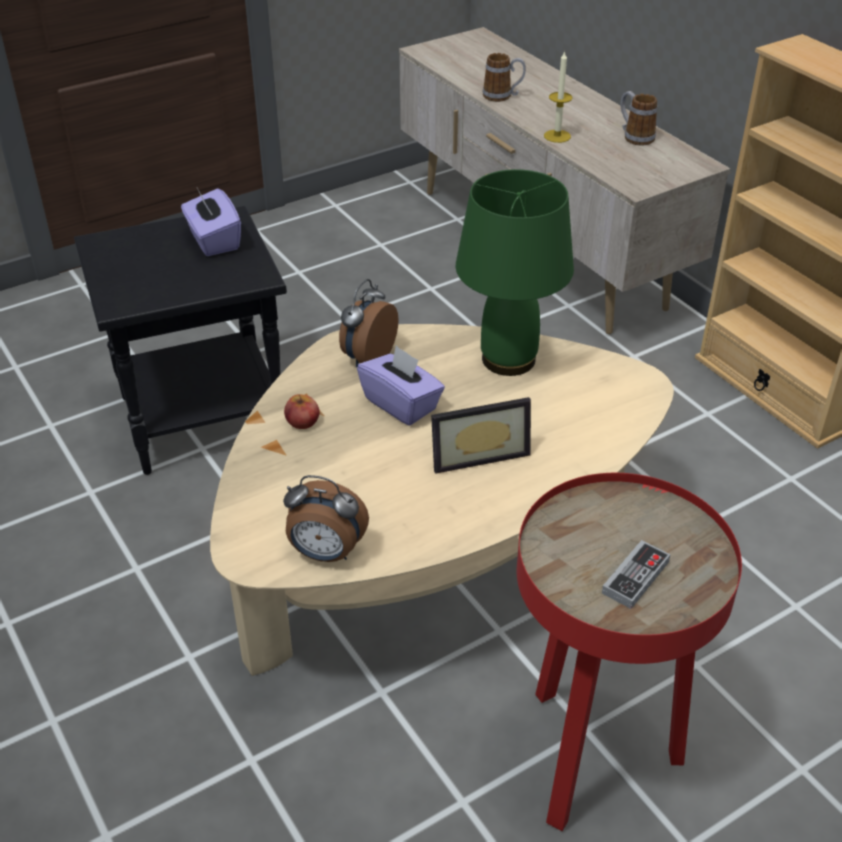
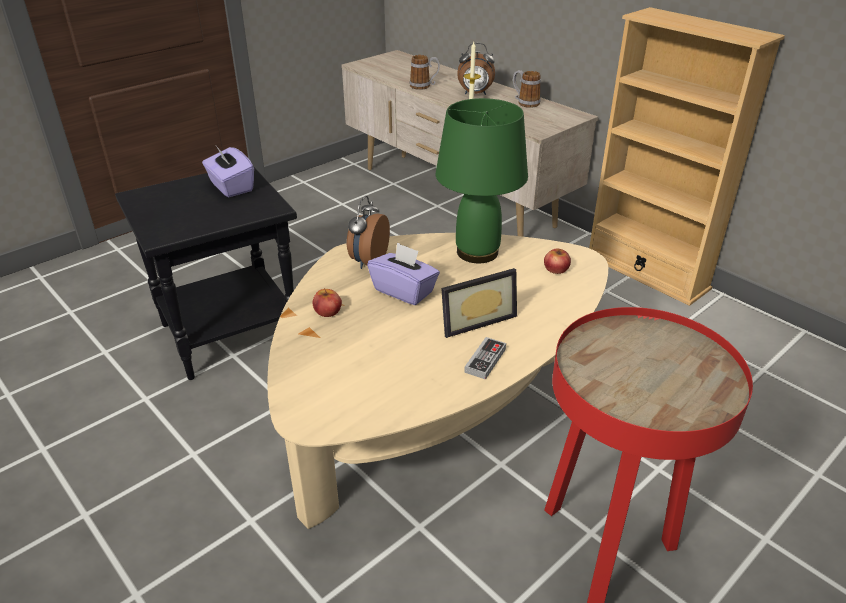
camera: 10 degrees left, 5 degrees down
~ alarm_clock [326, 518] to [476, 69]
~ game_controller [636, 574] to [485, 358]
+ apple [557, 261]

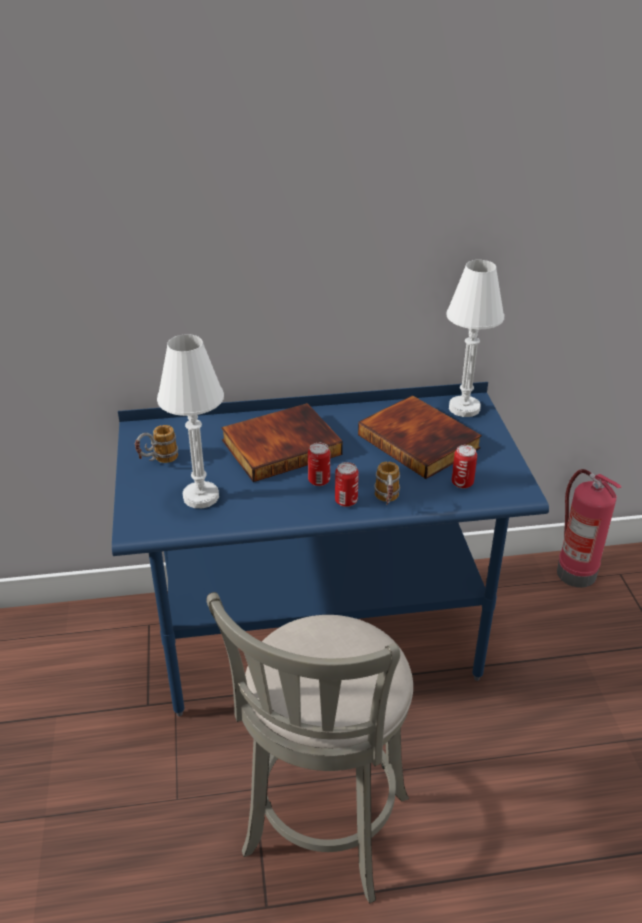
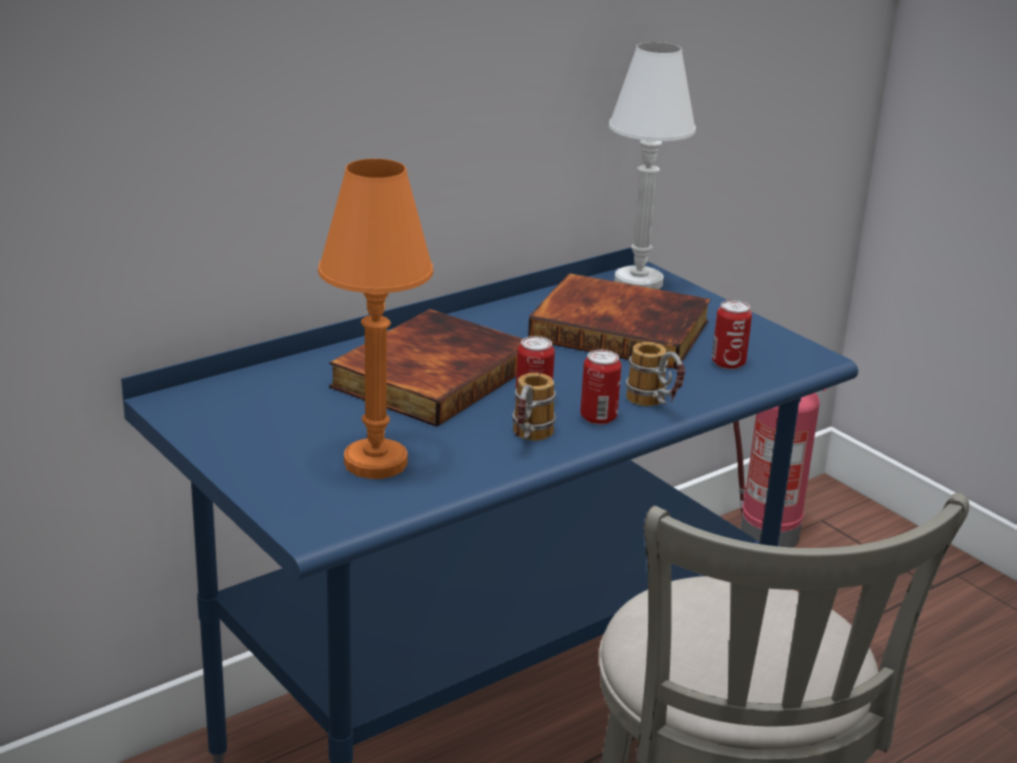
camera: 30 degrees left, 10 degrees down
~ white_table_lamp [190, 421] to orange_table_lamp [375, 319]
~ mug [156, 444] to [534, 407]

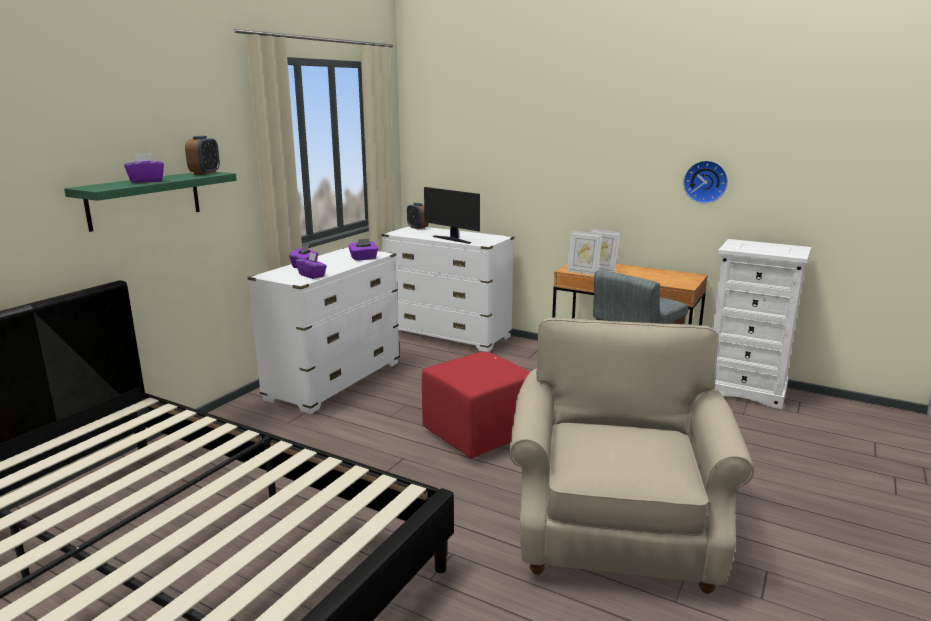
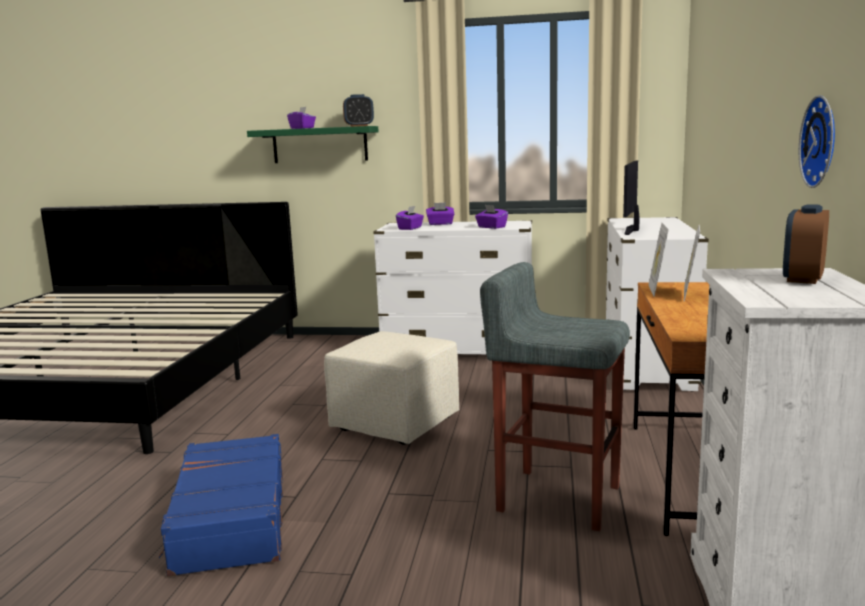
camera: 70 degrees right, 5 degrees down
~ alarm_clock [418, 216] to [806, 244]
~ beige_armchair [631, 455] to blue_suitcase [221, 505]
~ red_ottoman [476, 405] to beige_ottoman [391, 388]

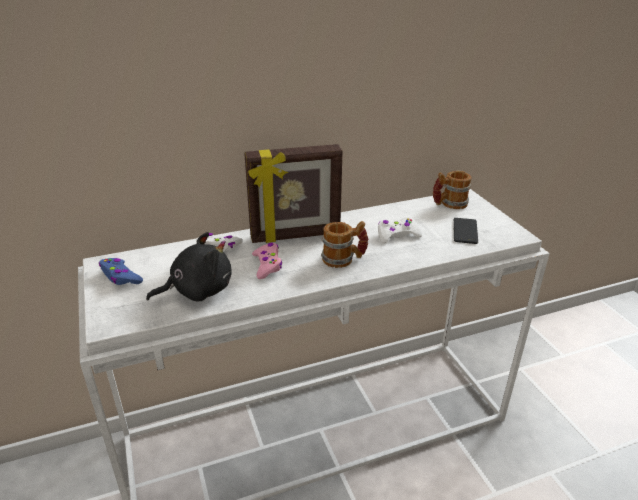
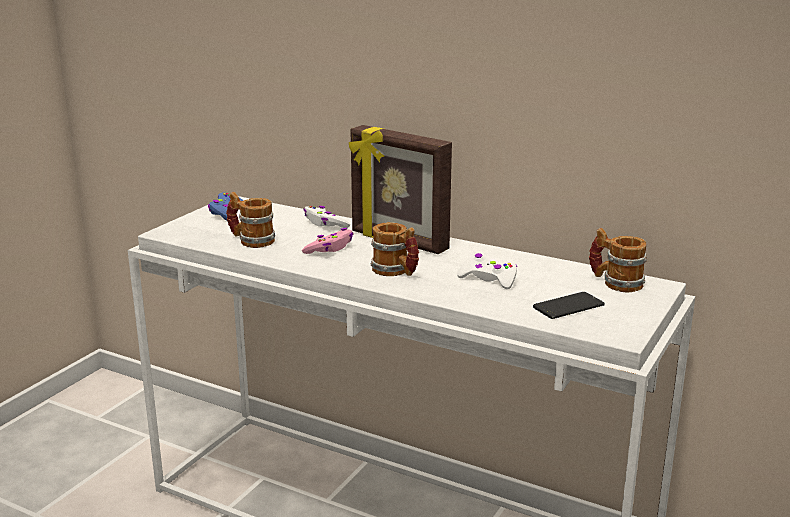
camera: 50 degrees right, 10 degrees down
~ black_plush_toy [189, 267] to mug [250, 220]

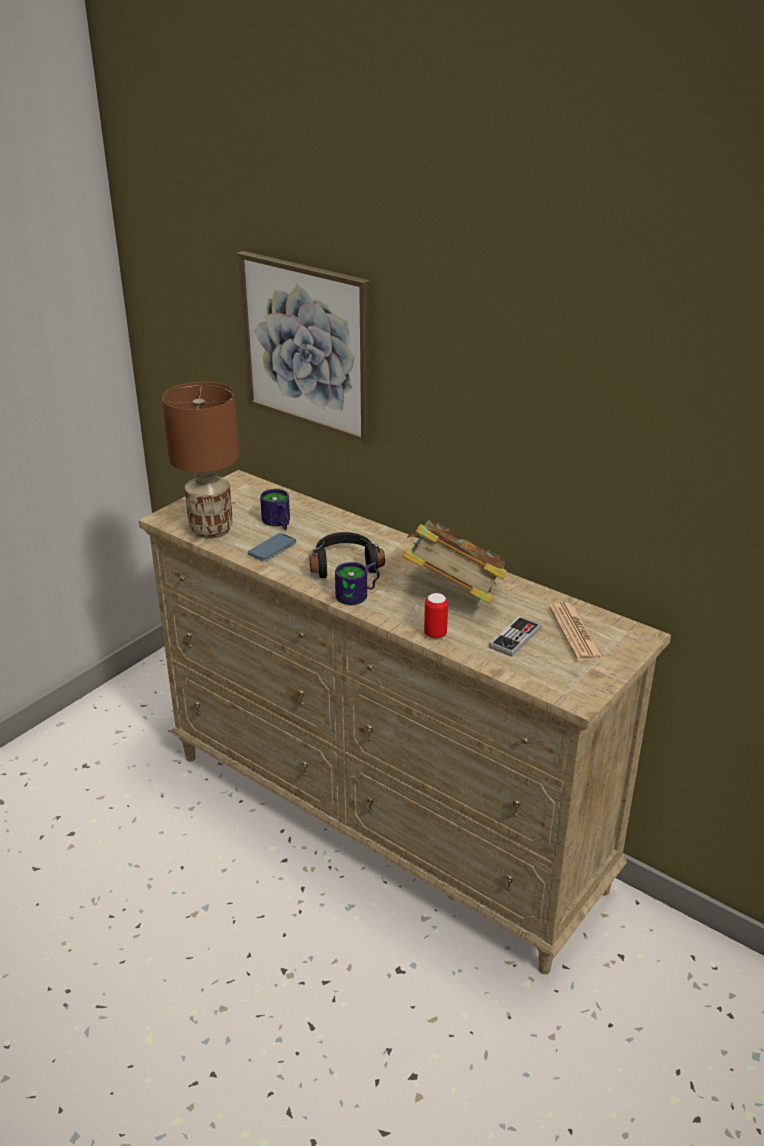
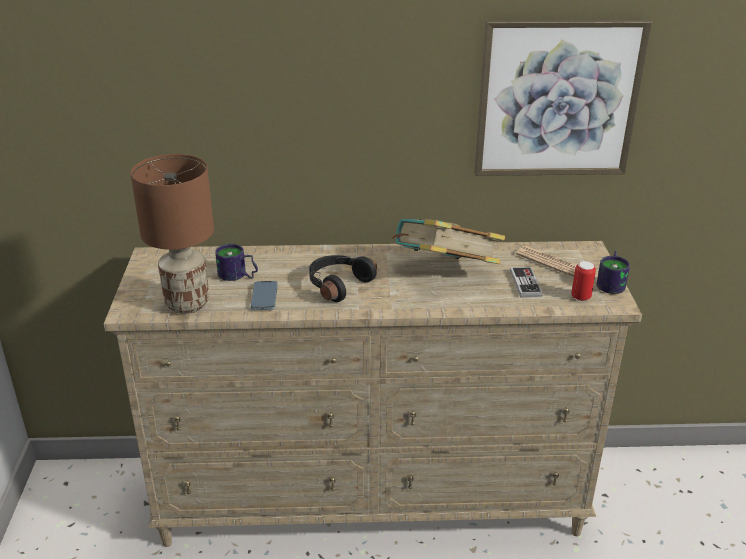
camera: 40 degrees left, 0 degrees up
~ picture [304, 348] to [563, 97]
~ mug [357, 583] to [613, 272]
~ can [436, 616] to [583, 281]

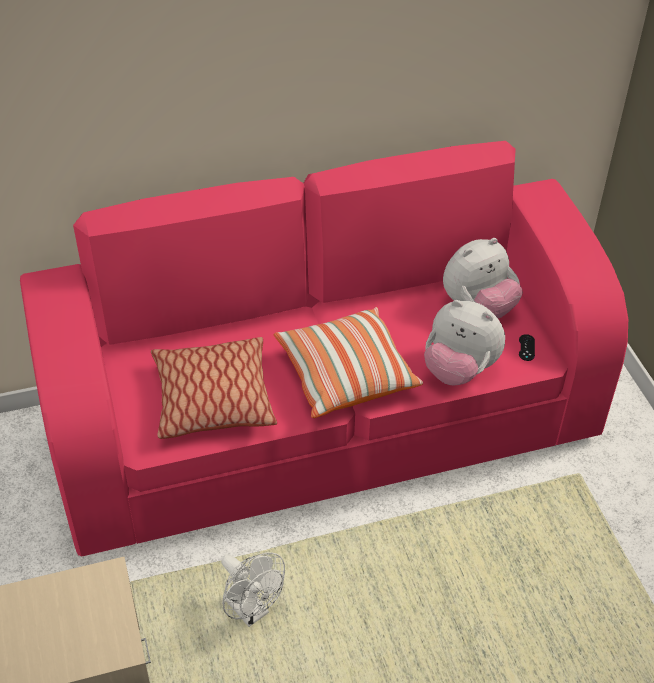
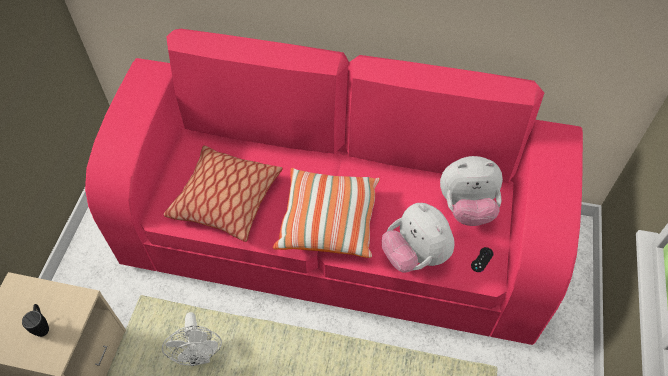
camera: 30 degrees right, 10 degrees up
+ black_mug [35, 320]

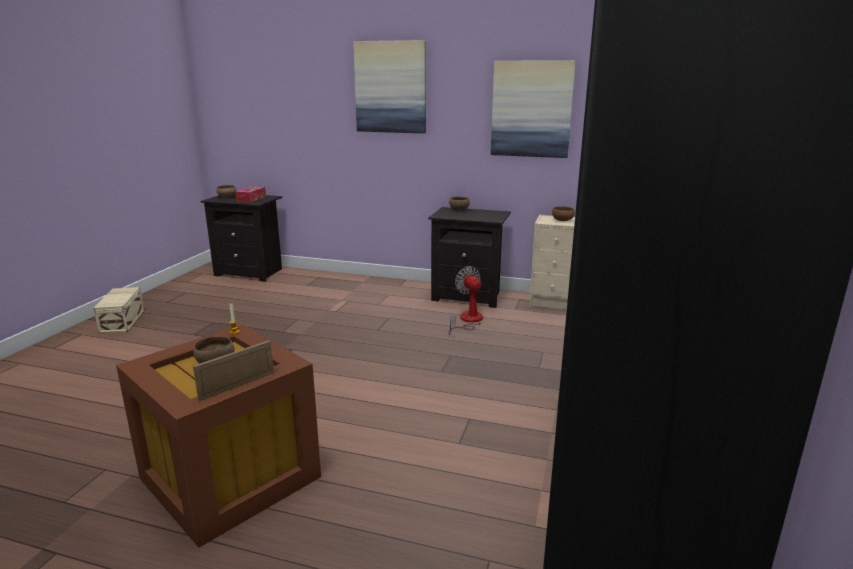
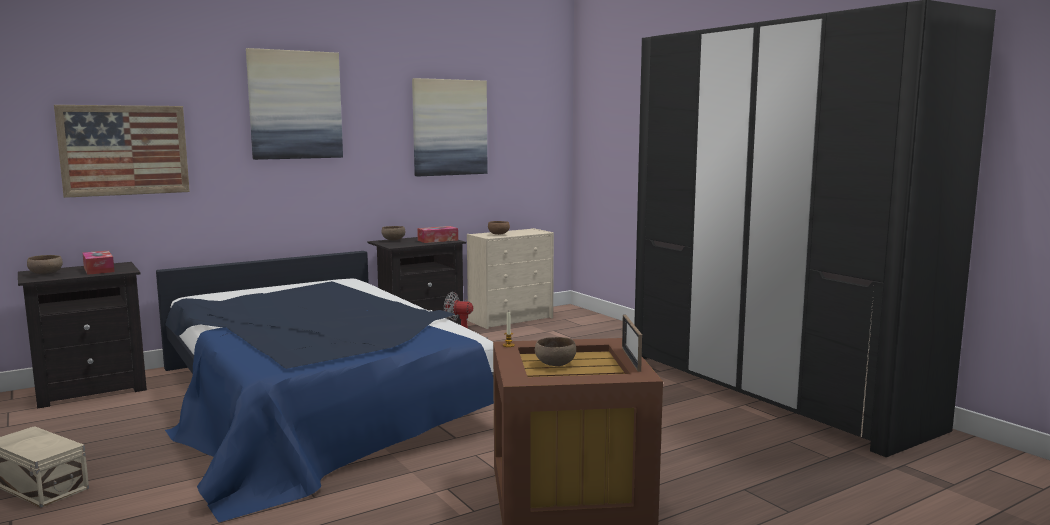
camera: 50 degrees left, 10 degrees down
+ picture [122, 151]
+ tissue_box [437, 234]
+ bed [325, 386]

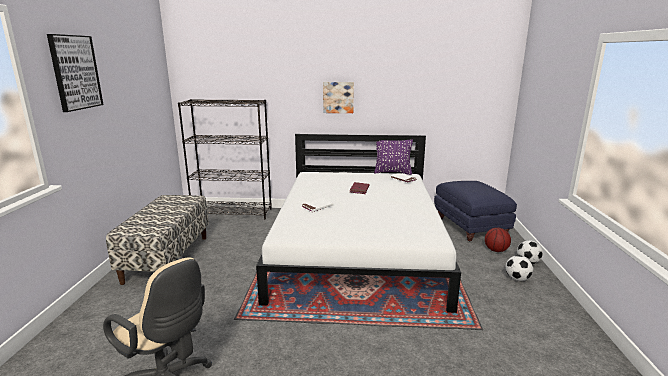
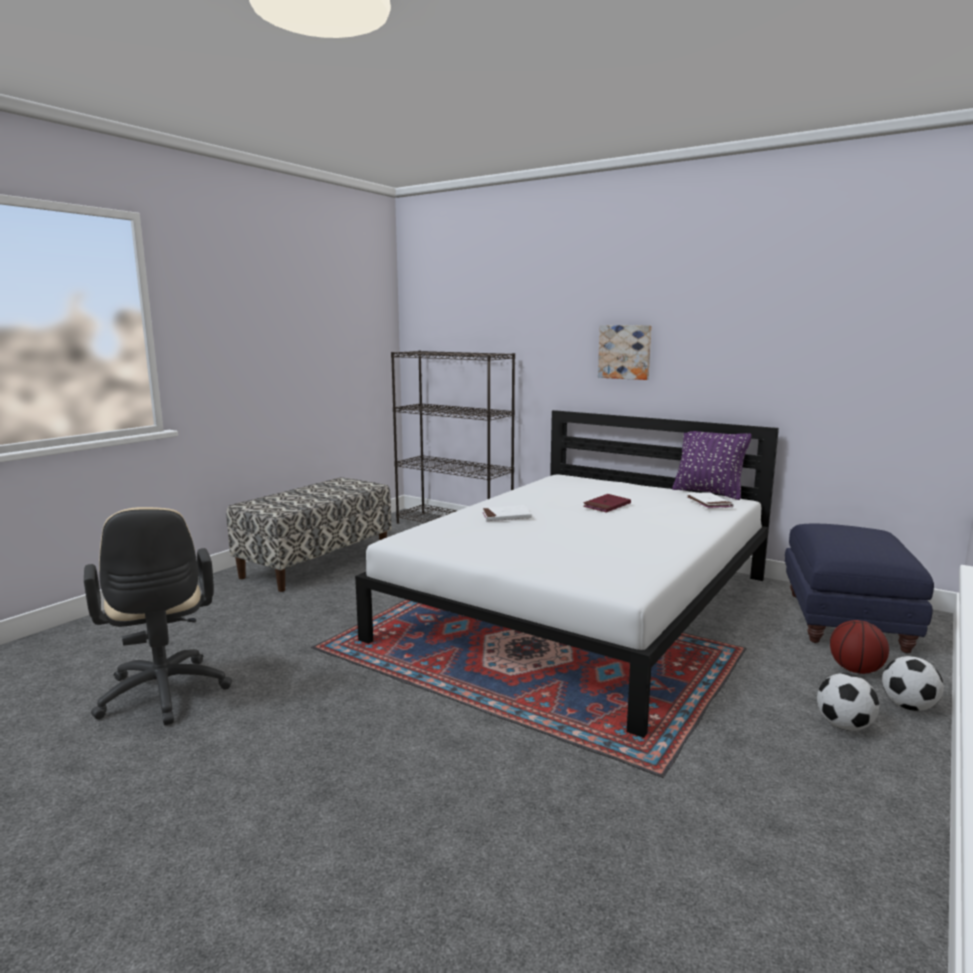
camera: 30 degrees right, 5 degrees down
- picture [75, 73]

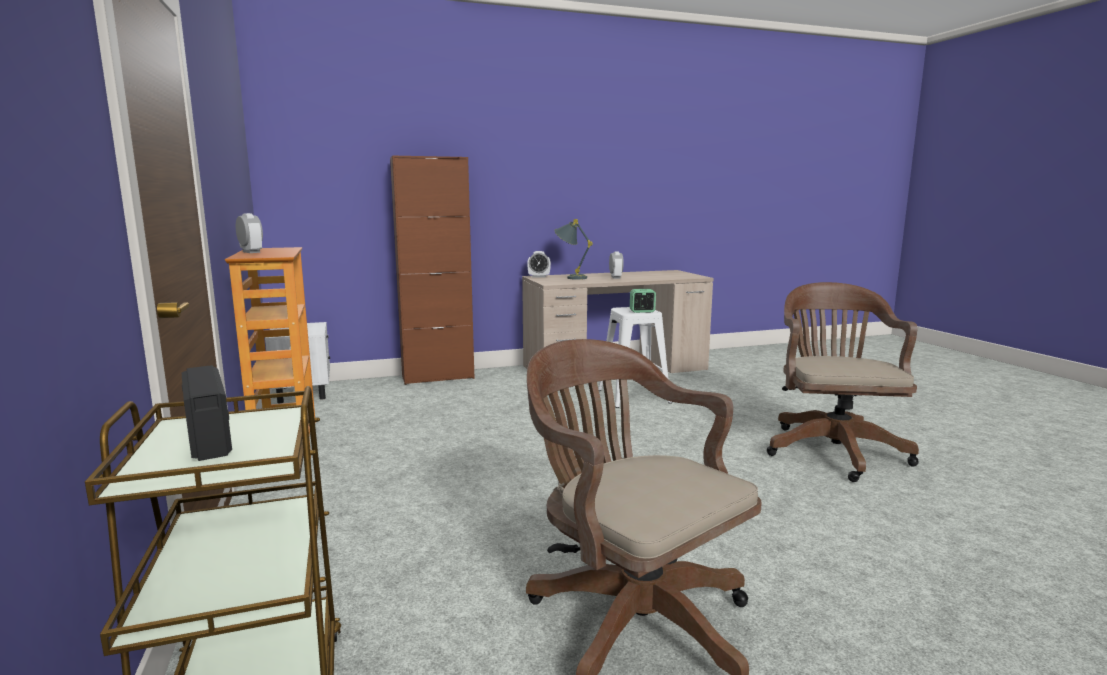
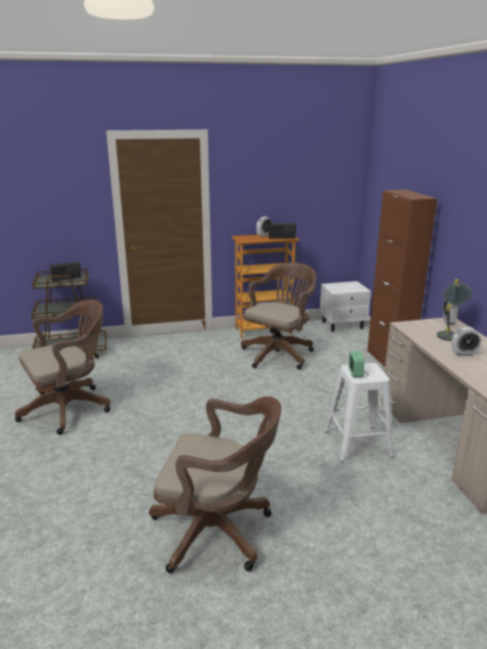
camera: 95 degrees right, 10 degrees up
+ radio [282, 231]
+ brown_office_chair [278, 316]

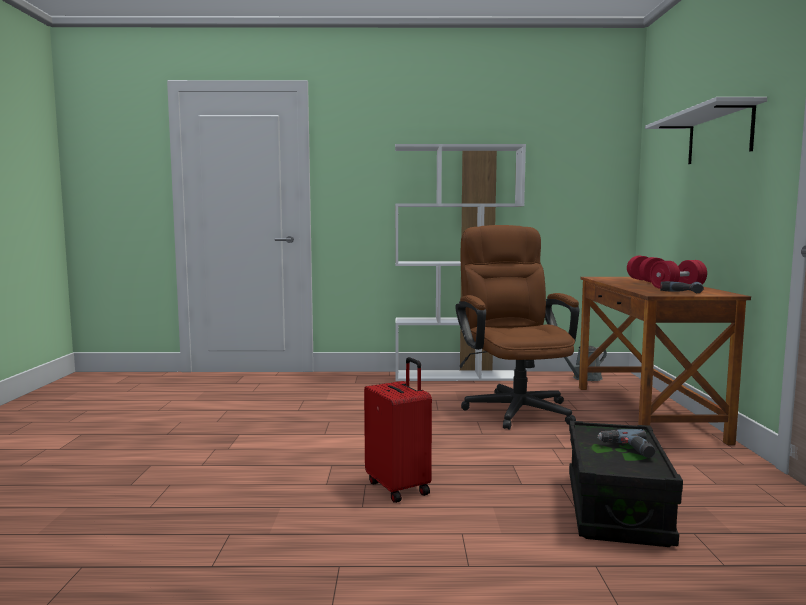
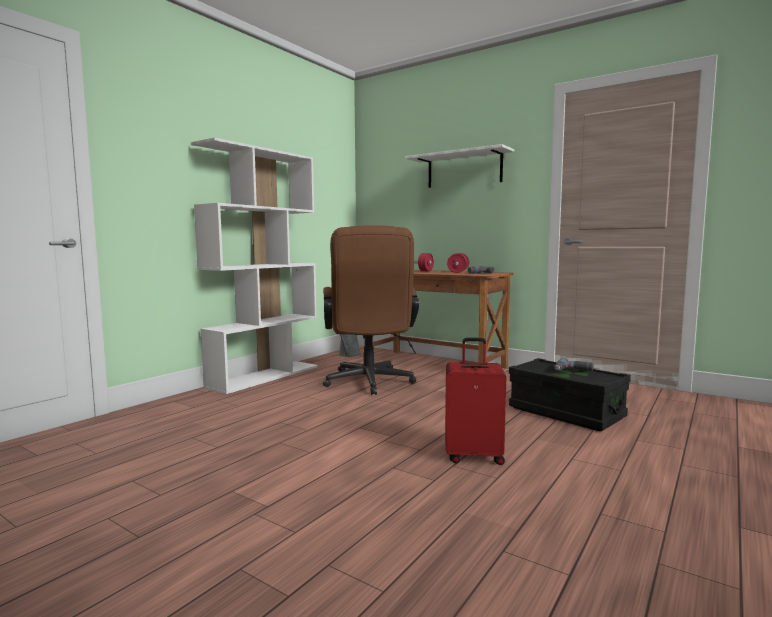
camera: 55 degrees left, 0 degrees up
~ brown_office_chair [517, 327] = [371, 310] 120 degrees counterclockwise

